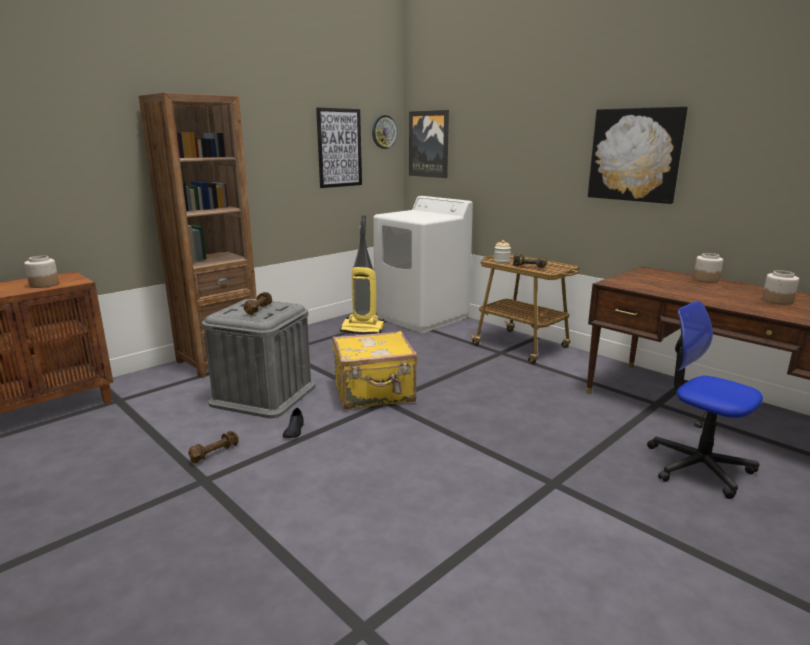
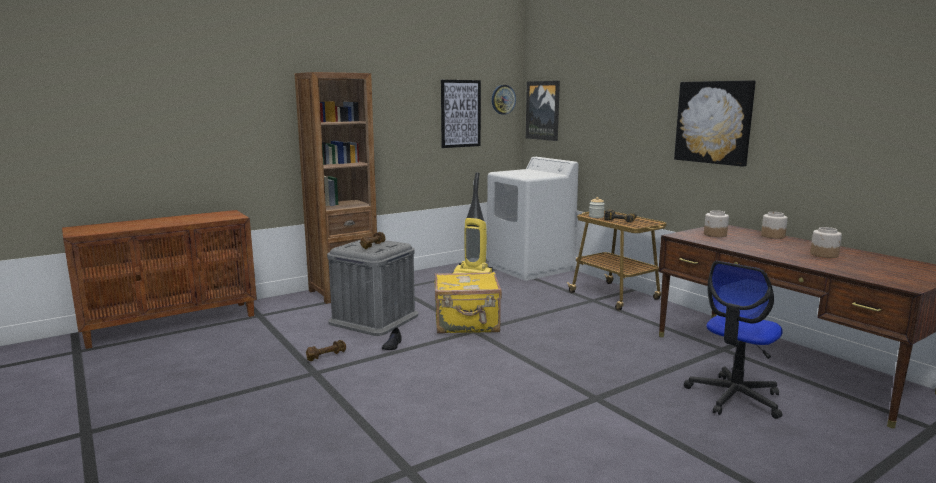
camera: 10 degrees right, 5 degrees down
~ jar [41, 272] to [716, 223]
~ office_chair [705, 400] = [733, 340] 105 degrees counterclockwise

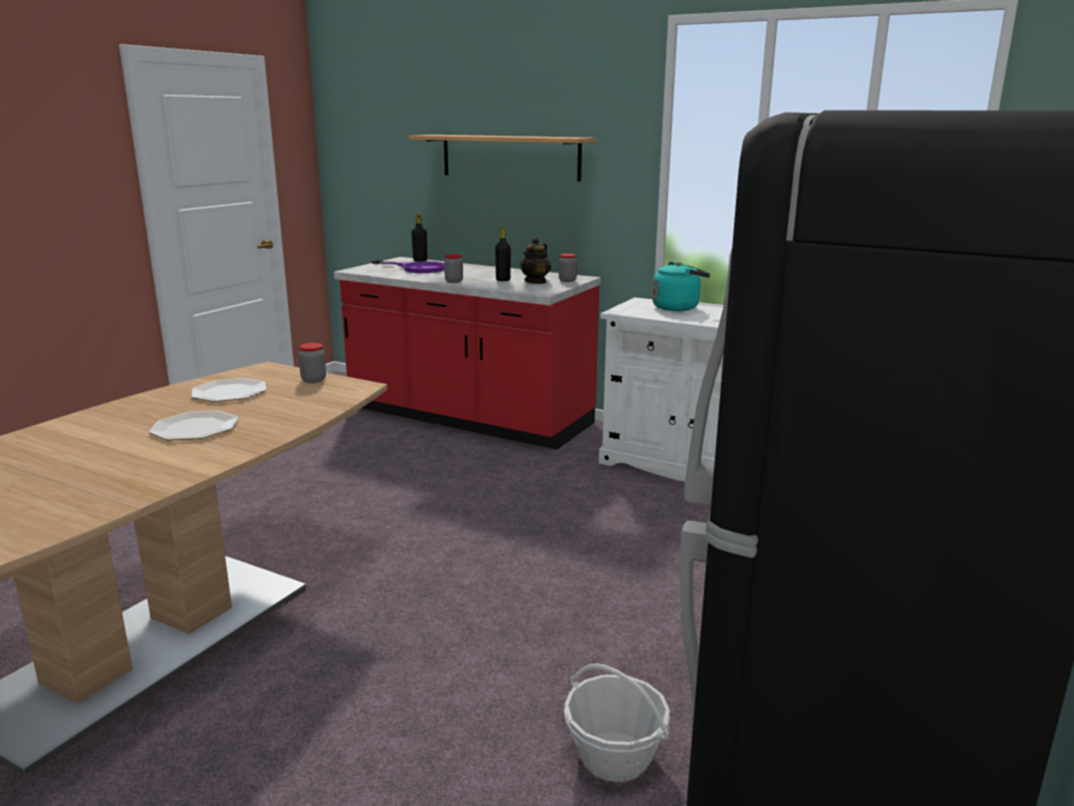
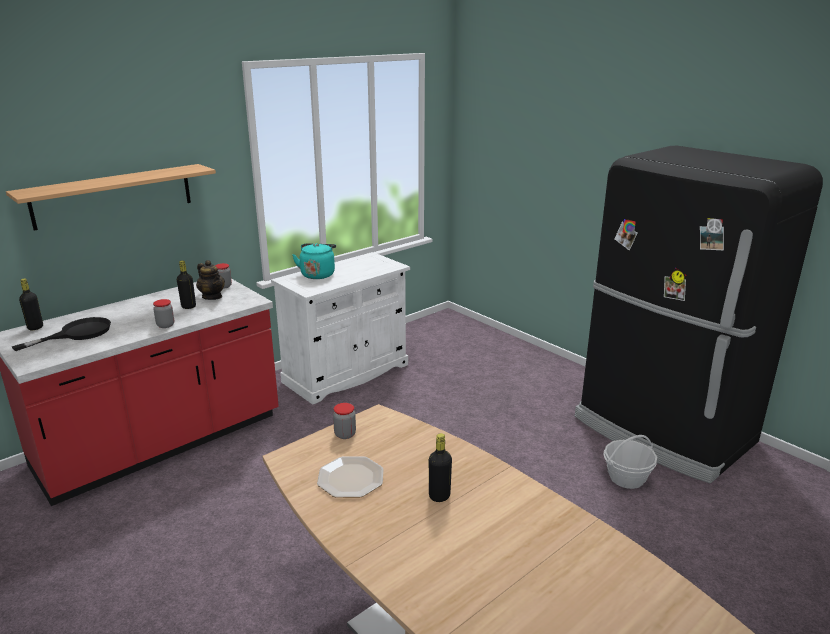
camera: 70 degrees left, 5 degrees up
~ purple_frying_pan [407, 266] to black_frying_pan [61, 334]
~ plate [193, 426] to black_bottle [440, 467]

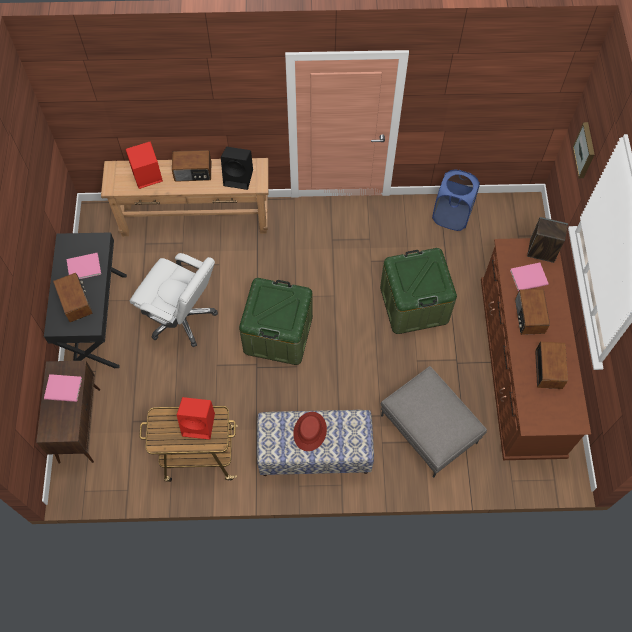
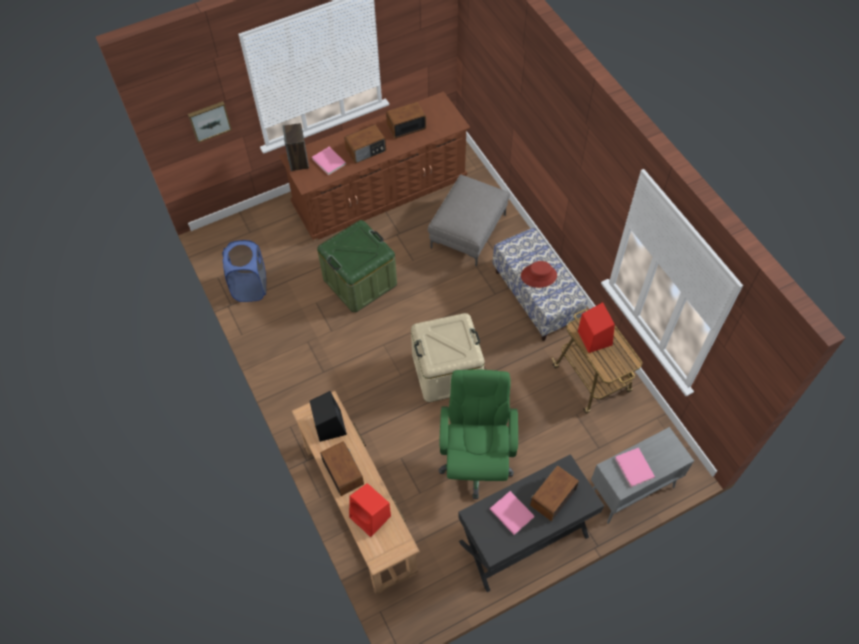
camera: 115 degrees left, 5 degrees down
~ white_office_chair [174, 300] to green_office_chair [478, 434]
~ green_storage_box [276, 321] to beige_storage_box [448, 357]
~ brown_cabinet [68, 412] to grey_cabinet [642, 475]

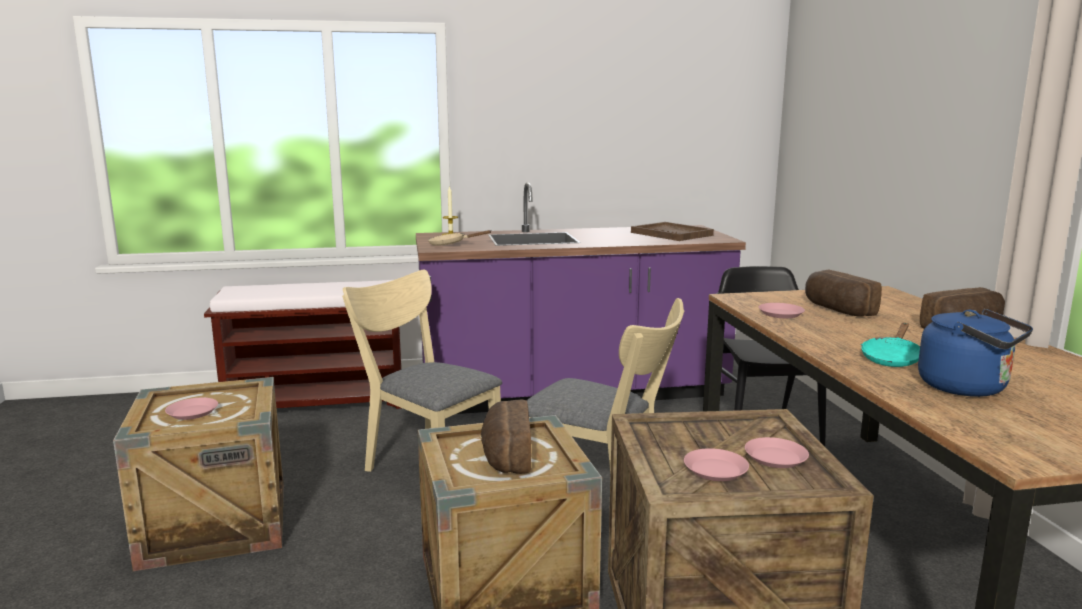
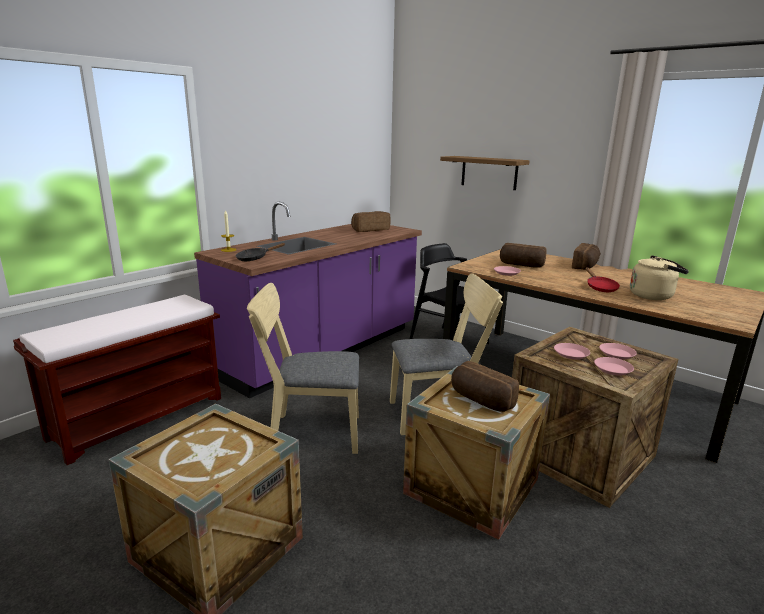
camera: 40 degrees left, 5 degrees up
~ brown_tray [672, 231] to bread [370, 221]
~ beige_frying_pan [460, 238] to black_frying_pan [261, 252]
~ blue_kettle [975, 353] to beige_kettle [659, 277]
~ turquoise_frying_pan [890, 345] to red_frying_pan [603, 280]
~ pink_plate [191, 409] to [572, 351]
+ shelf [485, 173]

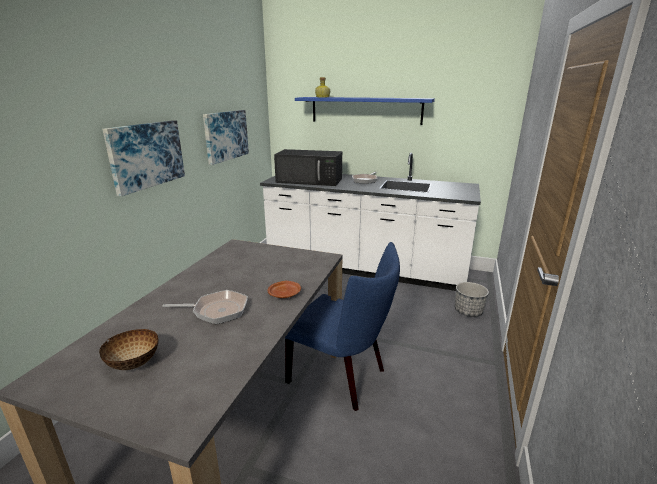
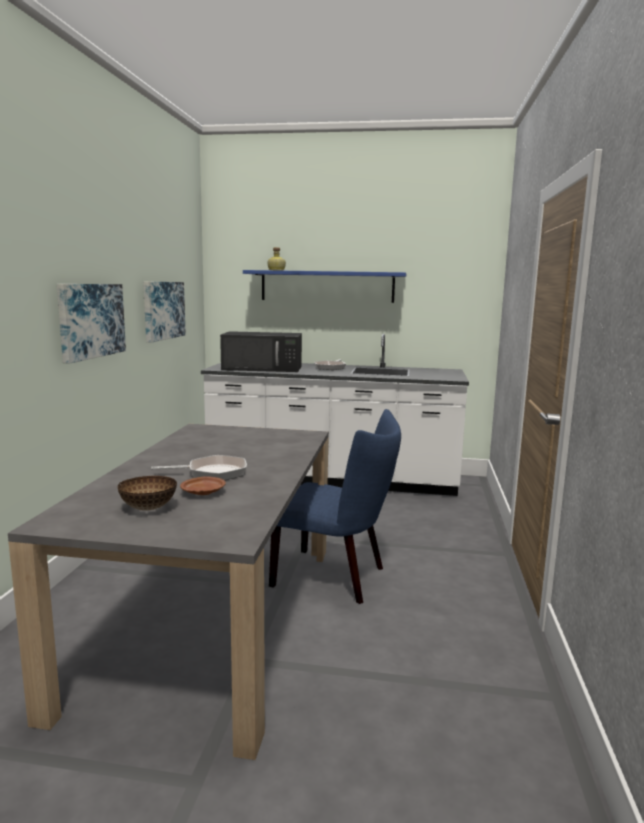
camera: 10 degrees left, 10 degrees down
~ brown_plate [284, 289] to [203, 485]
- planter [472, 299]

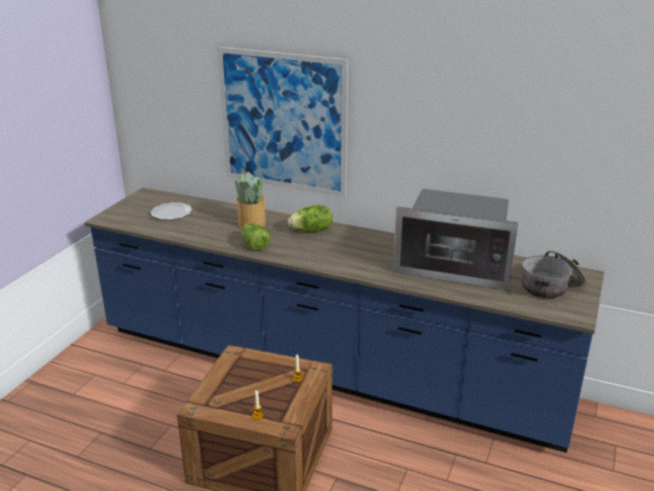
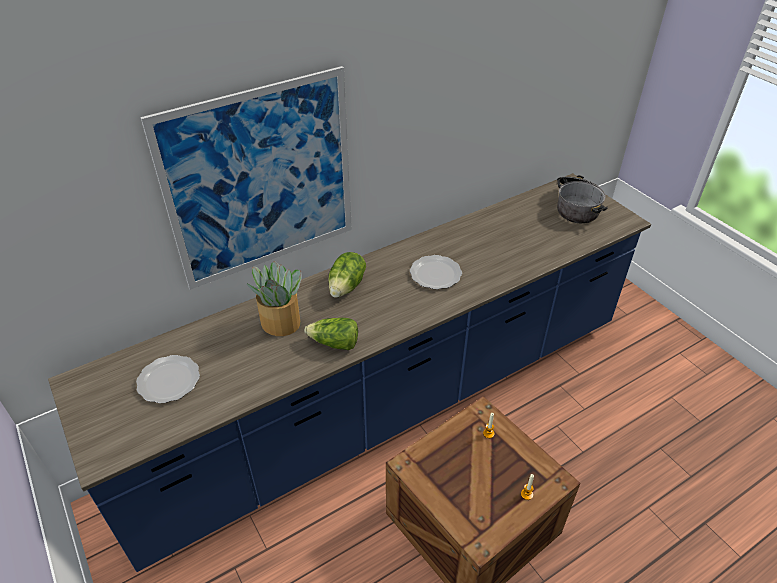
camera: 55 degrees left, 15 degrees up
- microwave [455, 240]
+ plate [436, 272]

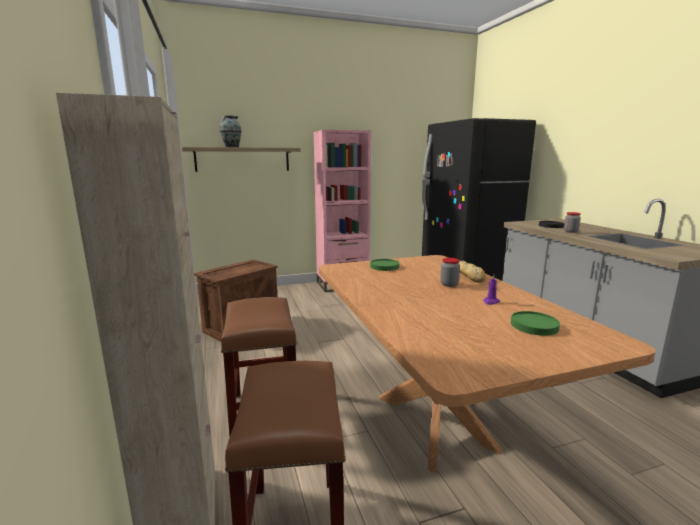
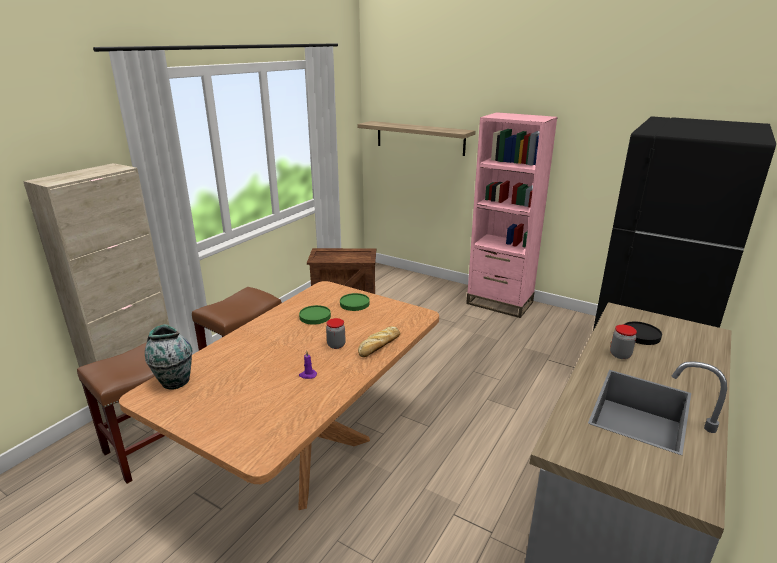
camera: 50 degrees right, 10 degrees up
~ vase [231, 131] to [168, 357]
~ green_plate [535, 323] to [315, 315]

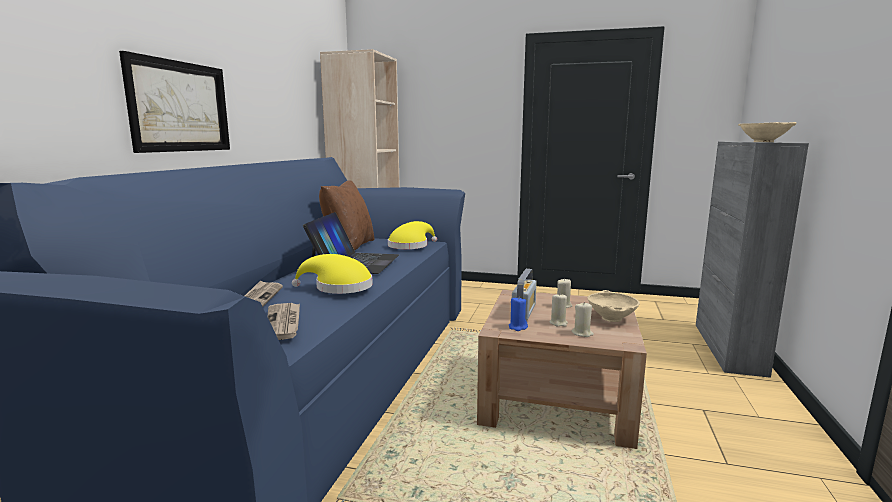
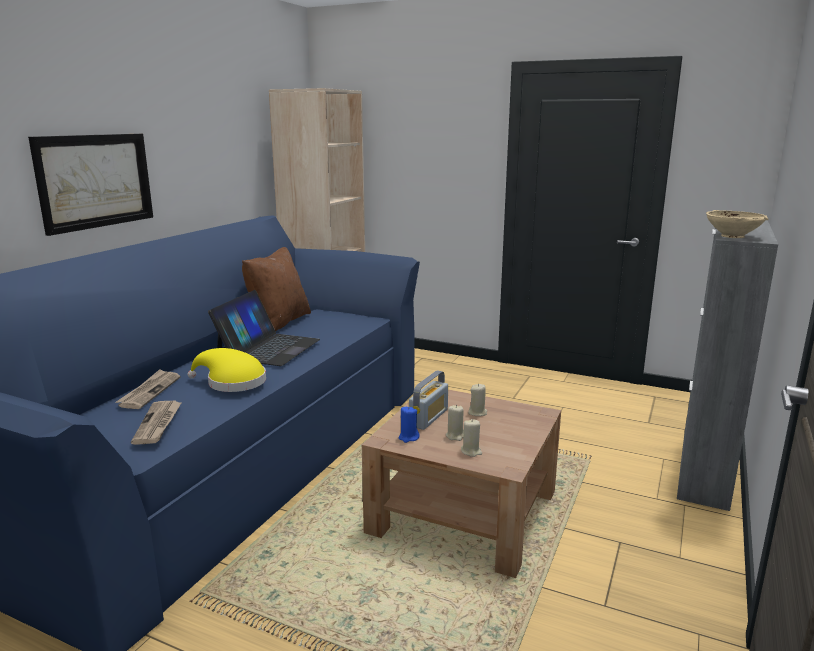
camera: 10 degrees right, 5 degrees up
- yellow_hat [412, 235]
- beige_bowl [613, 306]

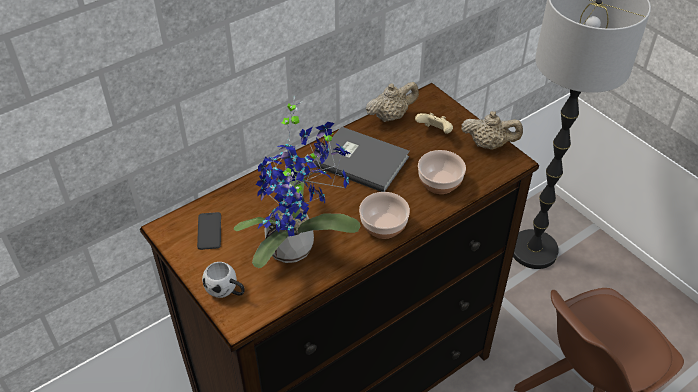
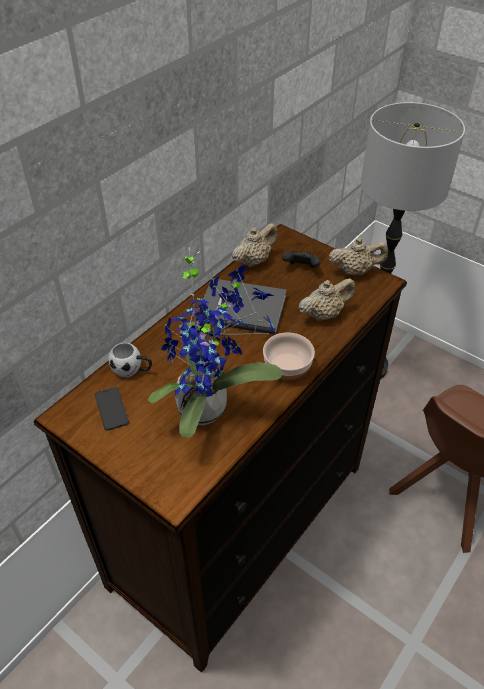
camera: 15 degrees left, 0 degrees up
~ beige_game_controller [434, 123] to black_game_controller [301, 259]
~ bowl [442, 172] to beige_teapot [327, 299]
~ white_mug [223, 280] to [130, 360]

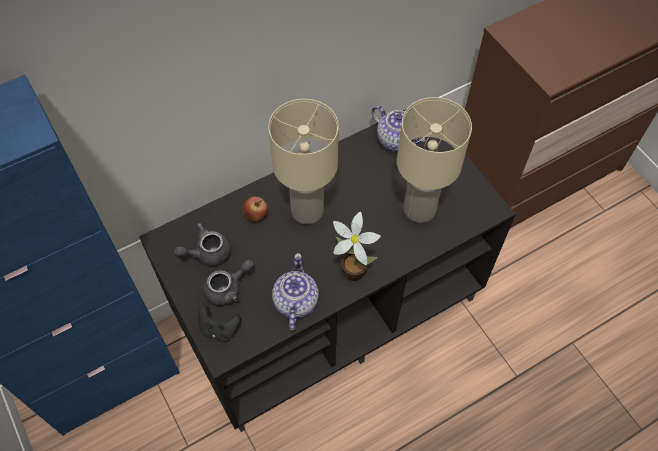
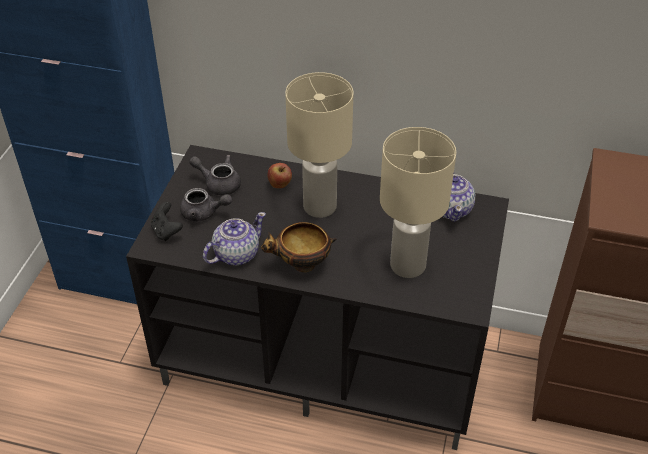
camera: 45 degrees right, 15 degrees down
~ potted_plant [357, 246] to bowl [298, 247]

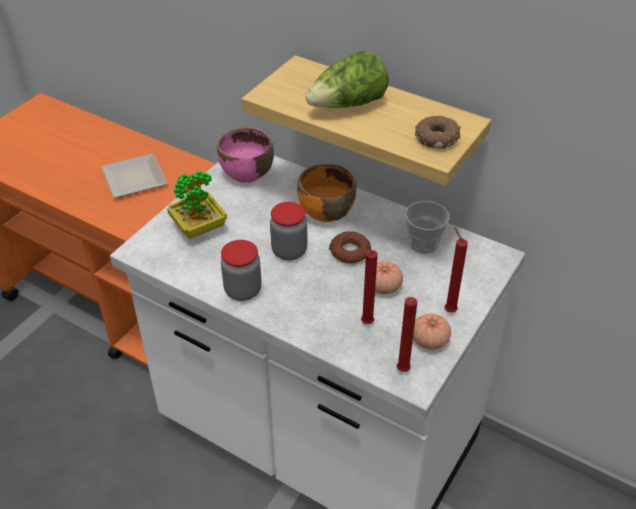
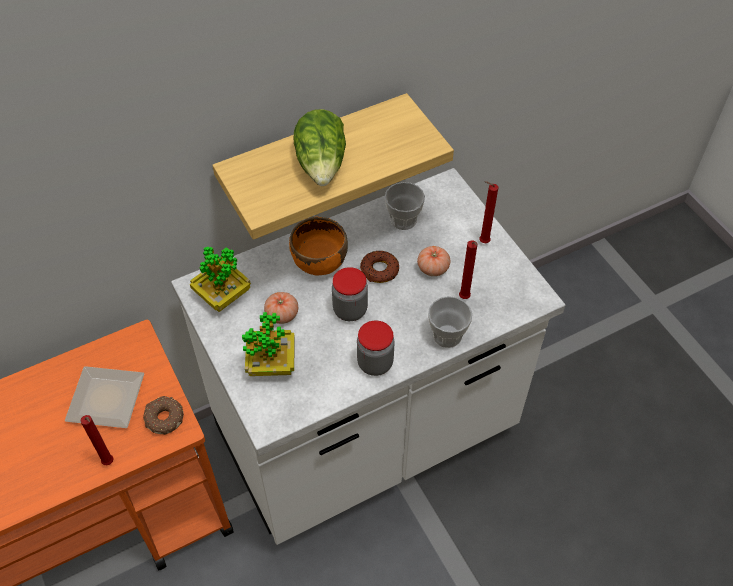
camera: 60 degrees left, 10 degrees up
~ donut [438, 132] to [163, 415]
~ pink_bowl [245, 155] to potted_plant [220, 279]
~ red_candle [407, 334] to [97, 440]
~ tomato [432, 331] to [281, 308]
+ cup [450, 322]

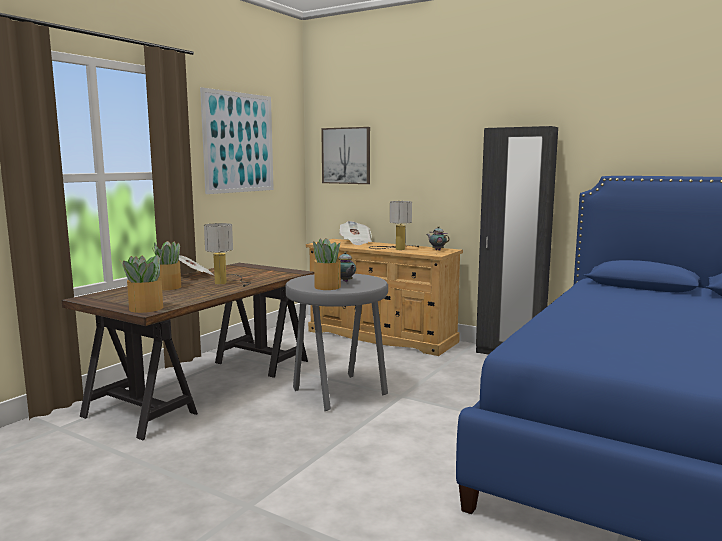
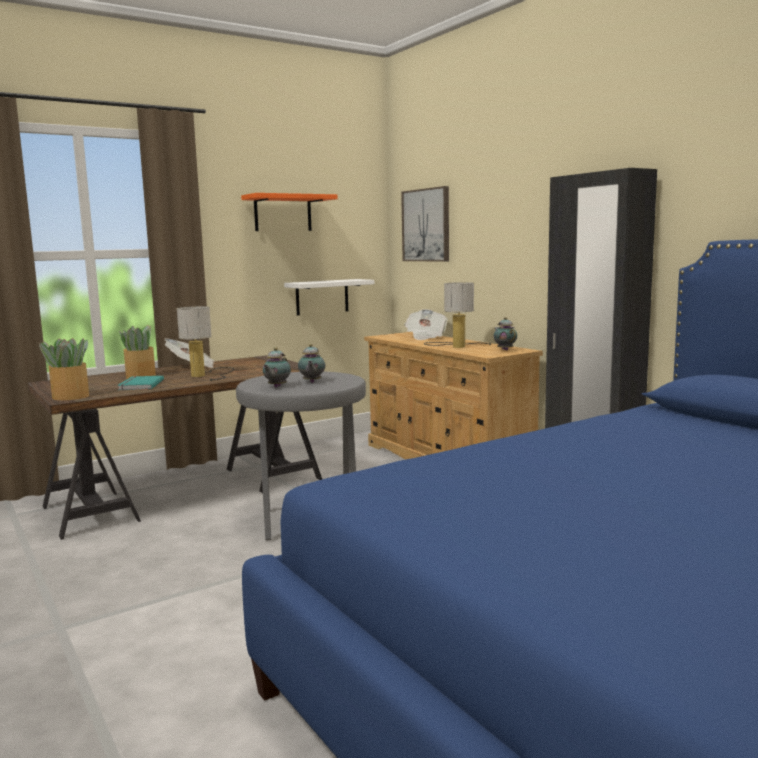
camera: 25 degrees right, 0 degrees up
~ picture [237, 140] to orange_shelf [289, 212]
~ potted_plant [327, 264] to teapot [277, 367]
+ white_shelf [329, 297]
+ turquoise_book [140, 383]

